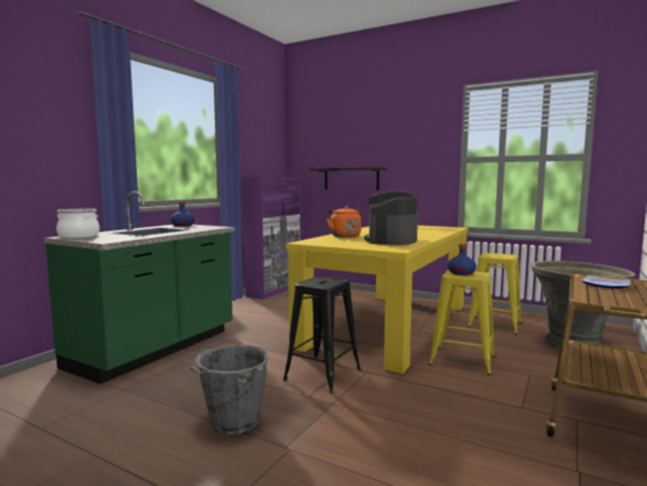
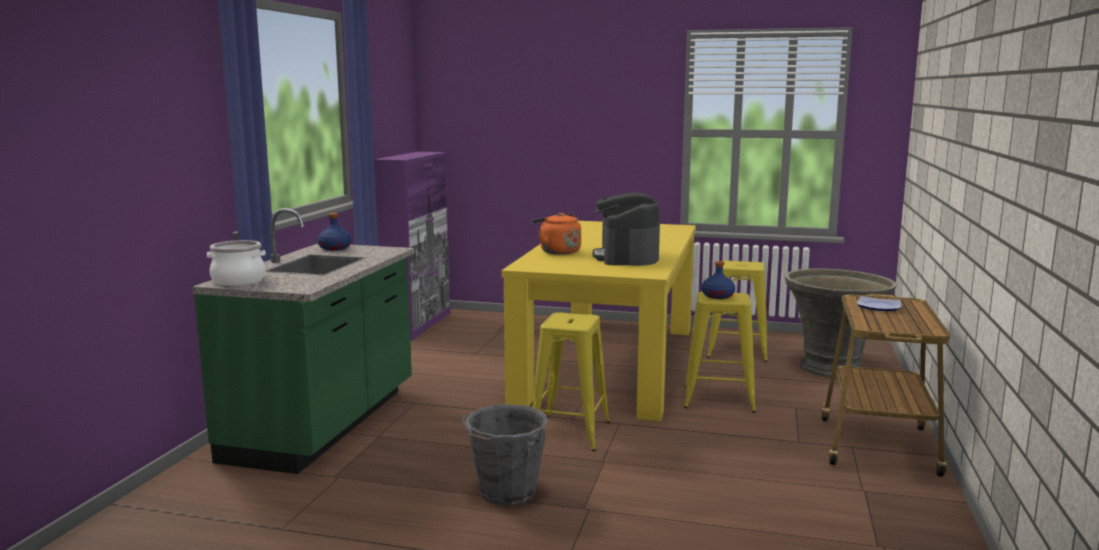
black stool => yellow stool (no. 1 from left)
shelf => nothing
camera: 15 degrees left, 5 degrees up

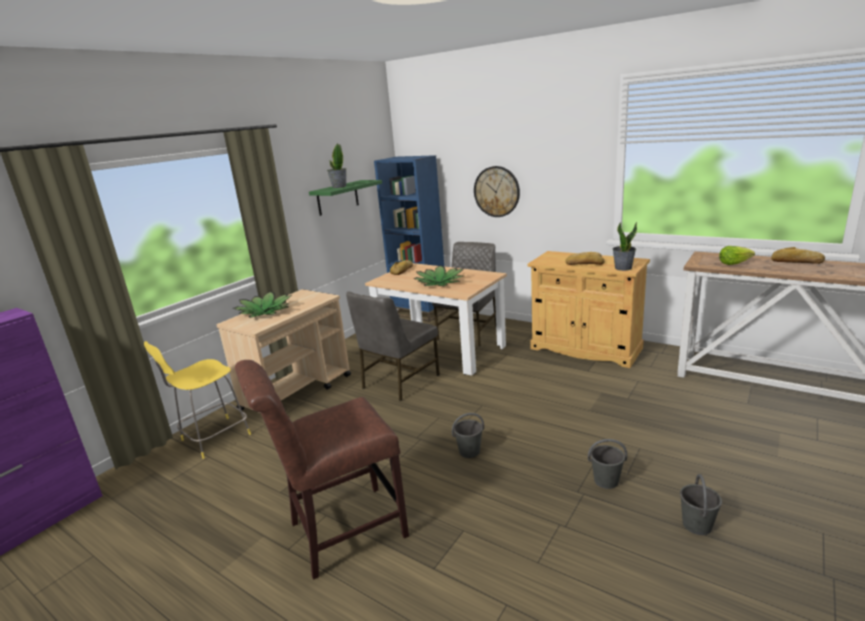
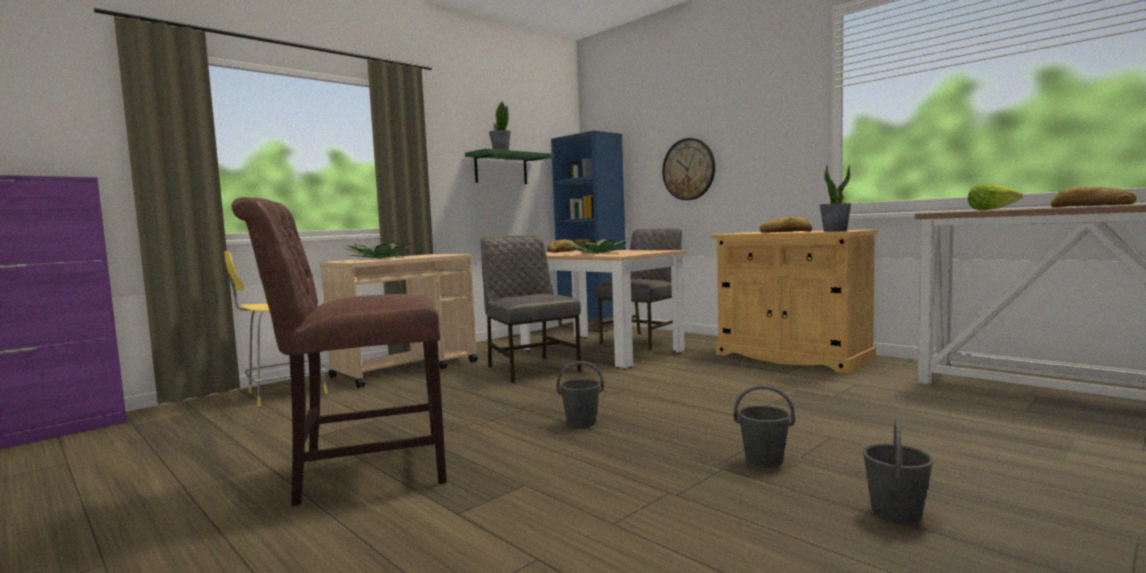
grey chair (no. 1 from left), 105 degrees clockwise
camera: 10 degrees right, 15 degrees down

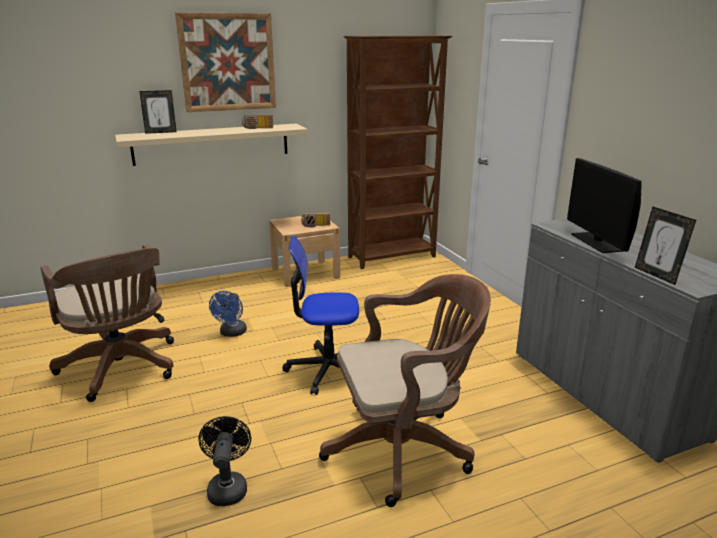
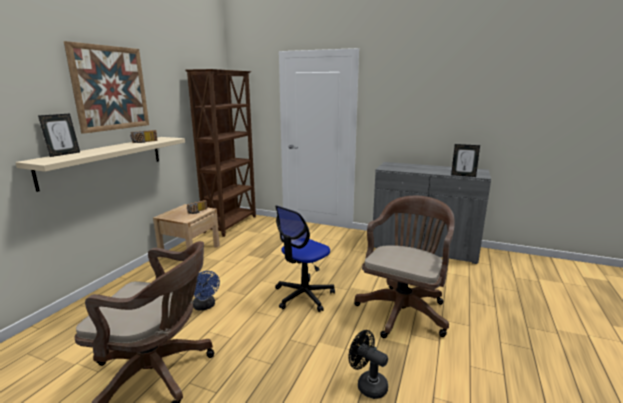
monitor => nothing
camera: 45 degrees left, 5 degrees down

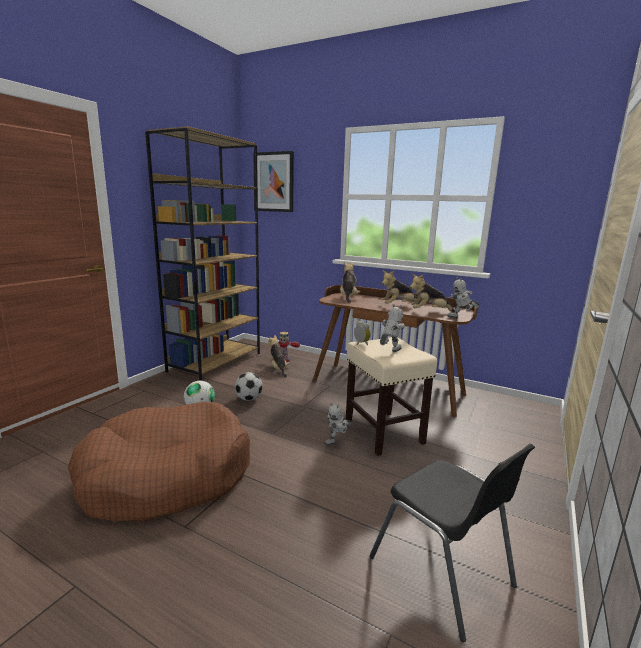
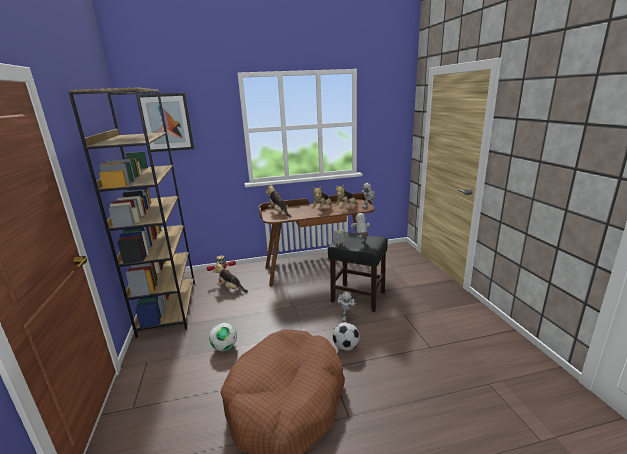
football (no. 2 from left), shifted
beige stool => black stool
black chair => nothing
camera: 40 degrees left, 5 degrees up

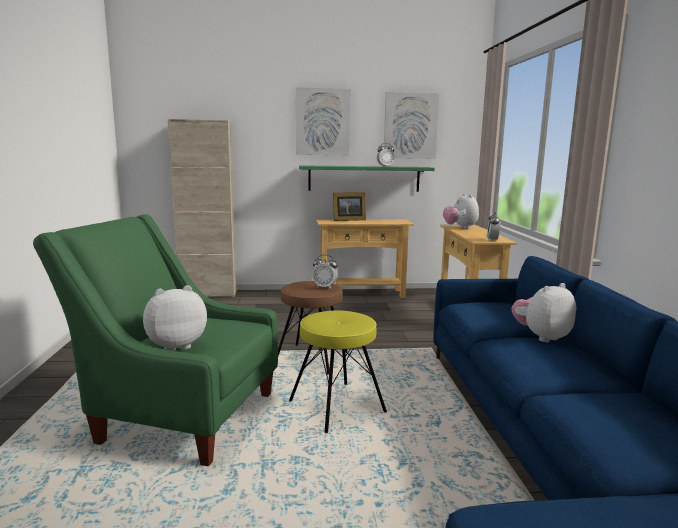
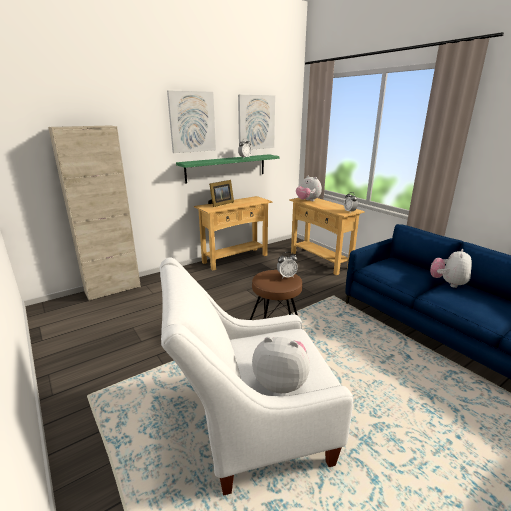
green armchair => white armchair
plush toy (no. 1 from left), 75 degrees clockwise
yellow stool => nothing
camera: 30 degrees left, 10 degrees up

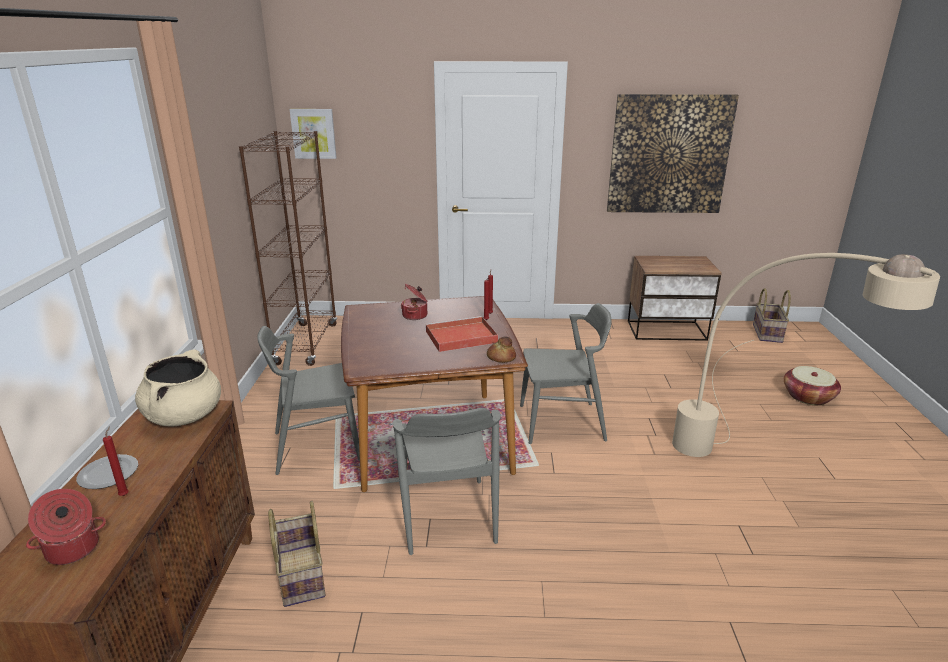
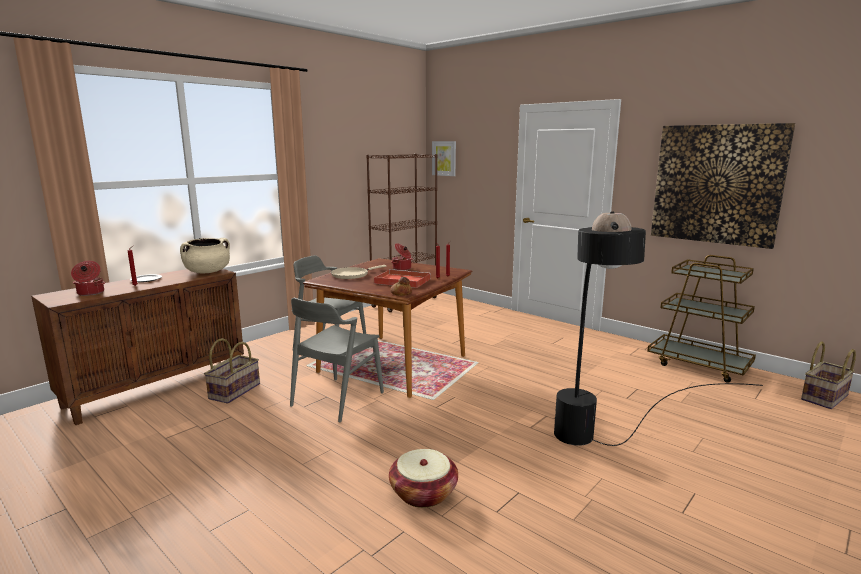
grey chair (no. 3 from left) => nothing
nightstand => brown cart
beige floor lamp => black floor lamp
basket (no. 3 from left in the first image) => basket (no. 2 from left), shifted
nothing => beige frying pan
camera: 40 degrees right, 10 degrees down

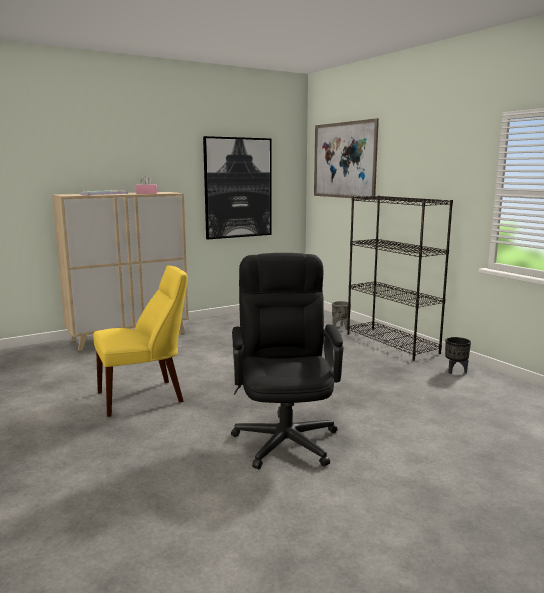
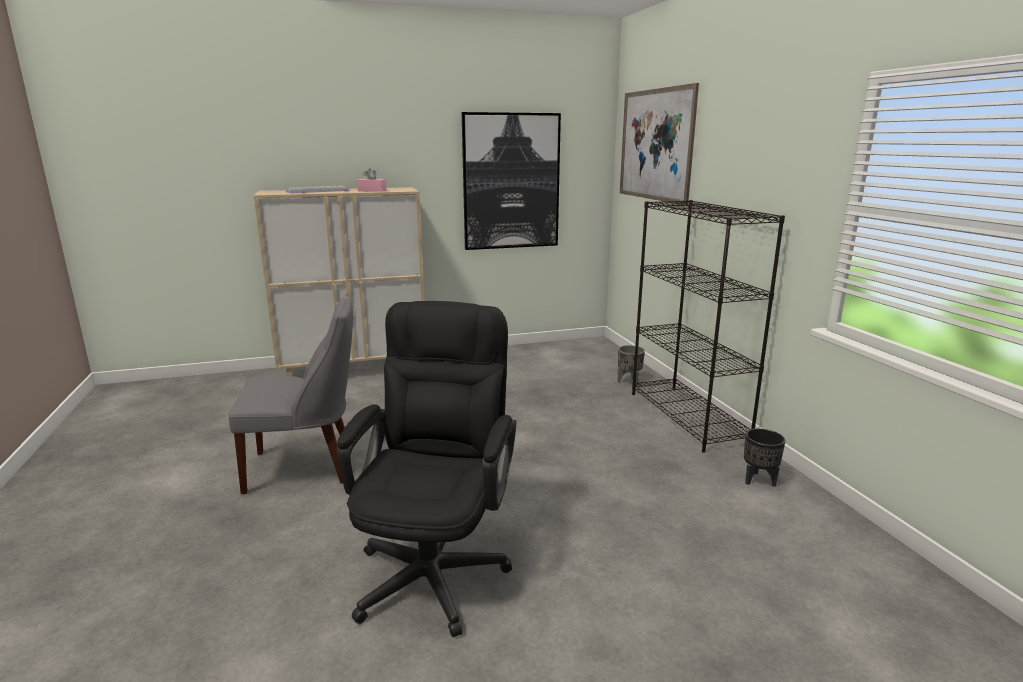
yellow chair => grey chair
camera: 15 degrees right, 5 degrees up

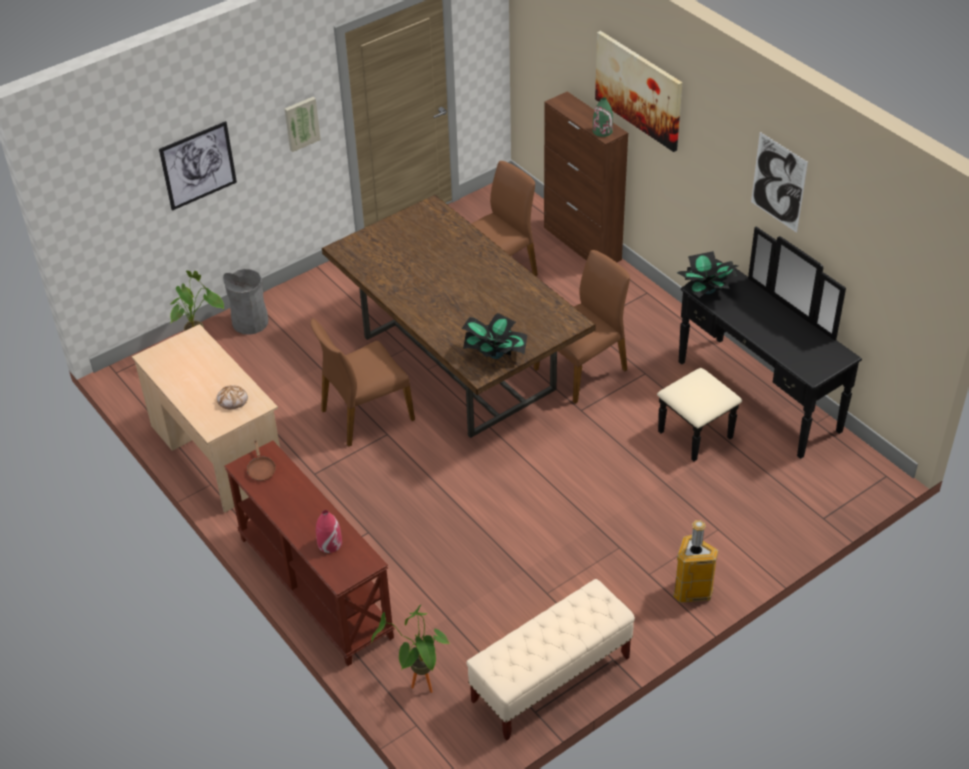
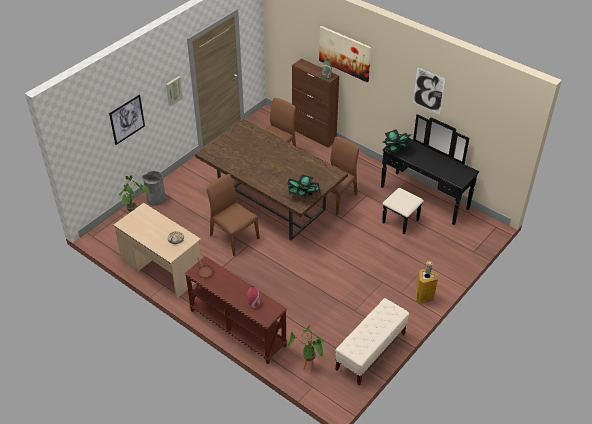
brown chair (no. 1 from left), 90 degrees clockwise
camera: 15 degrees left, 0 degrees up

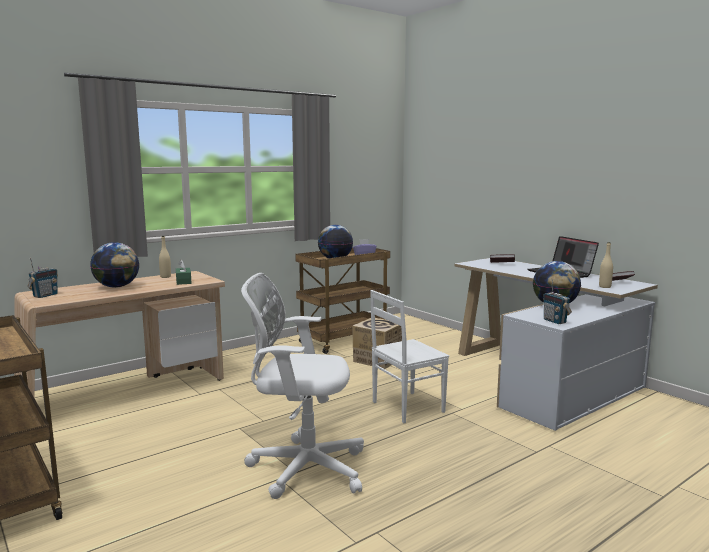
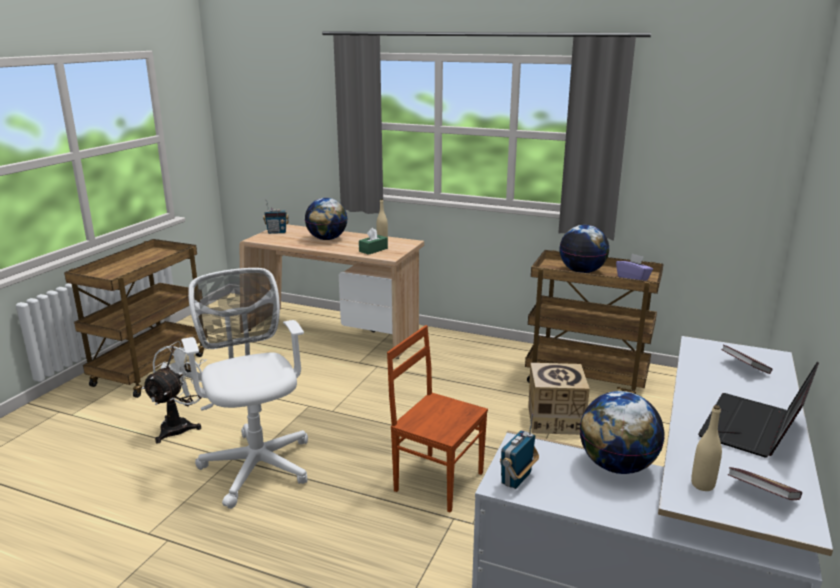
white chair => brown chair
nothing => white fan
camera: 60 degrees right, 10 degrees up

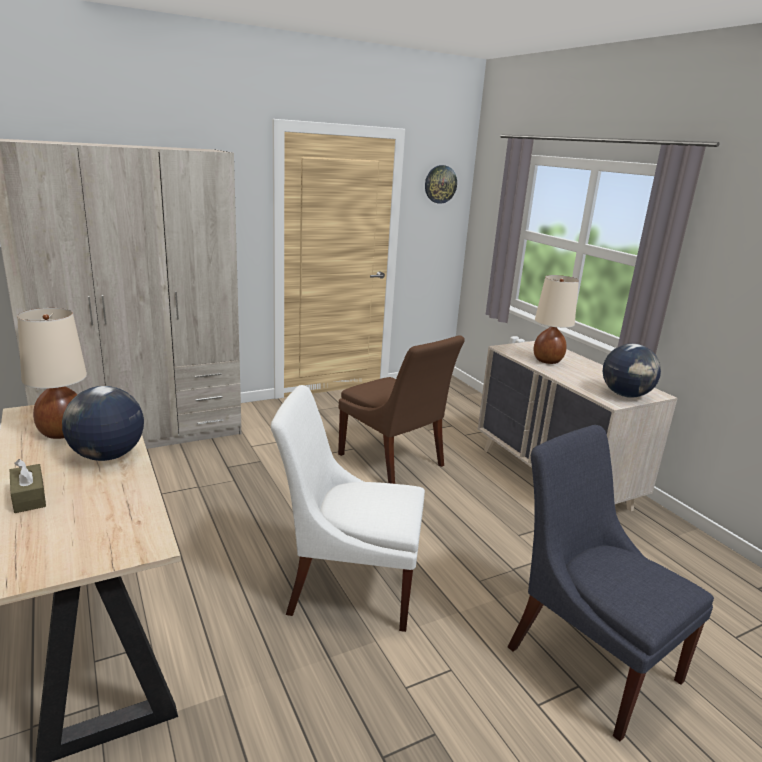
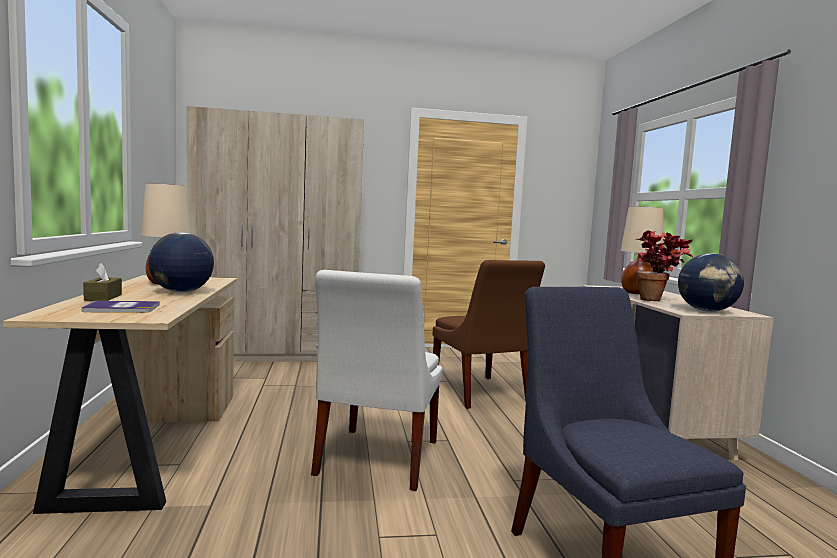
white chair, 105 degrees counterclockwise
wall clock => nothing
nothing => book
nothing => potted plant
camera: 20 degrees right, 15 degrees down

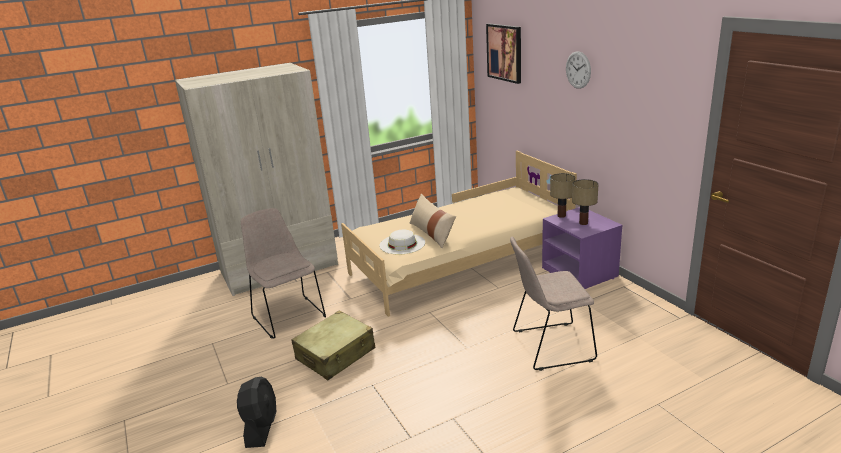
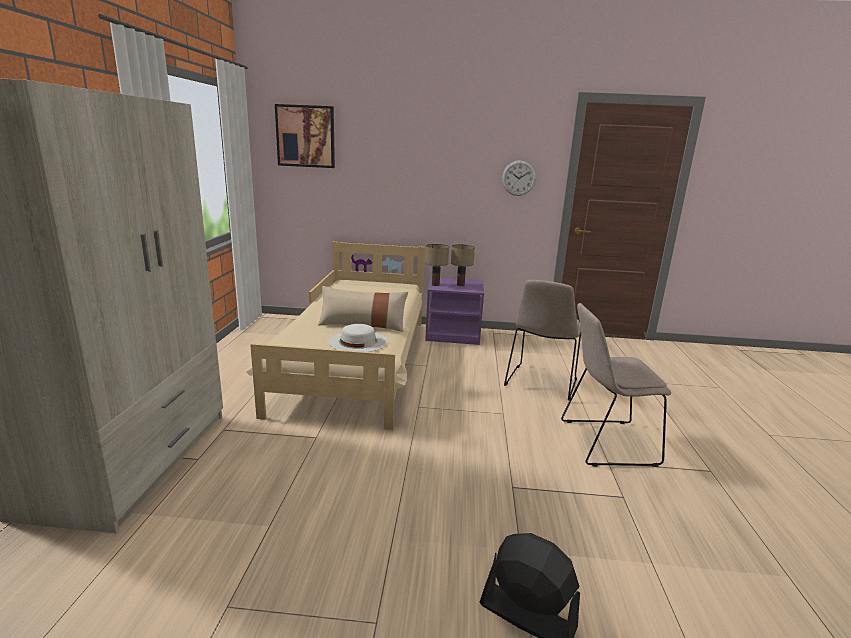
beige chair (no. 1 from left in the first image) => beige chair (no. 2 from left), shifted
beige suitcase => nothing
wall clock, shifted
camera: 60 degrees left, 5 degrees down

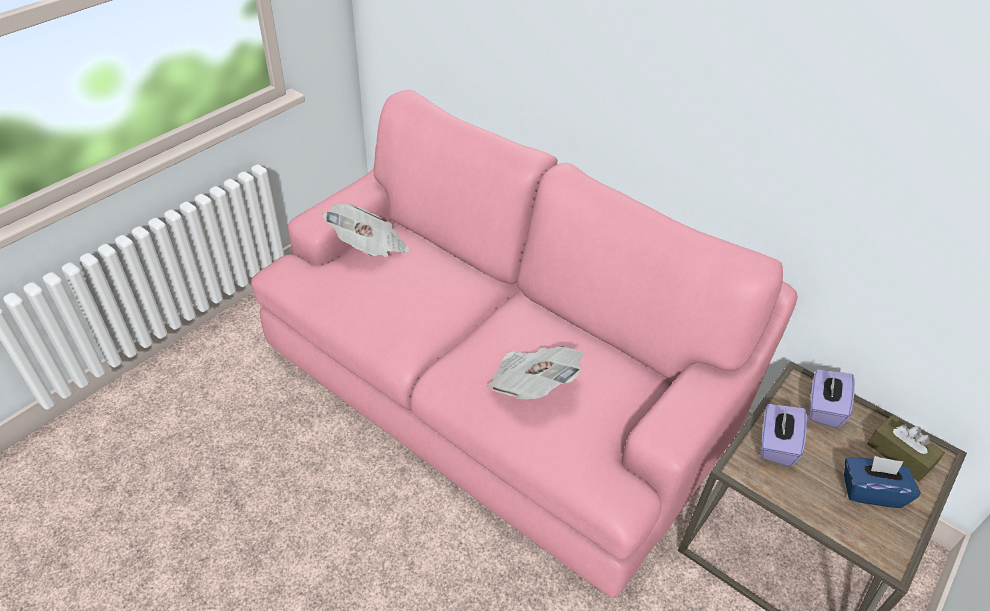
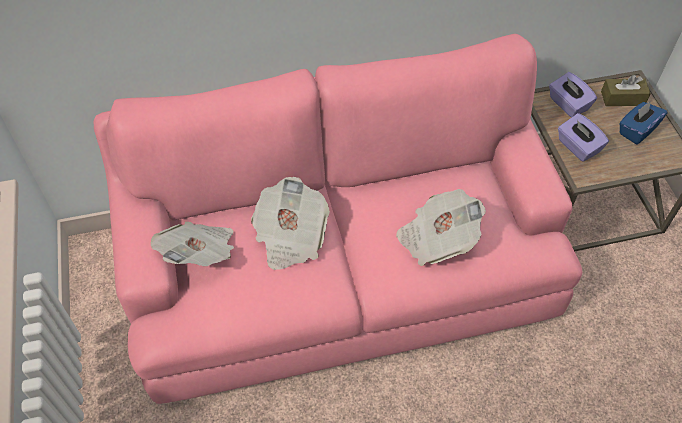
nothing => newspaper (no. 2 from left)
camera: 50 degrees left, 10 degrees up

